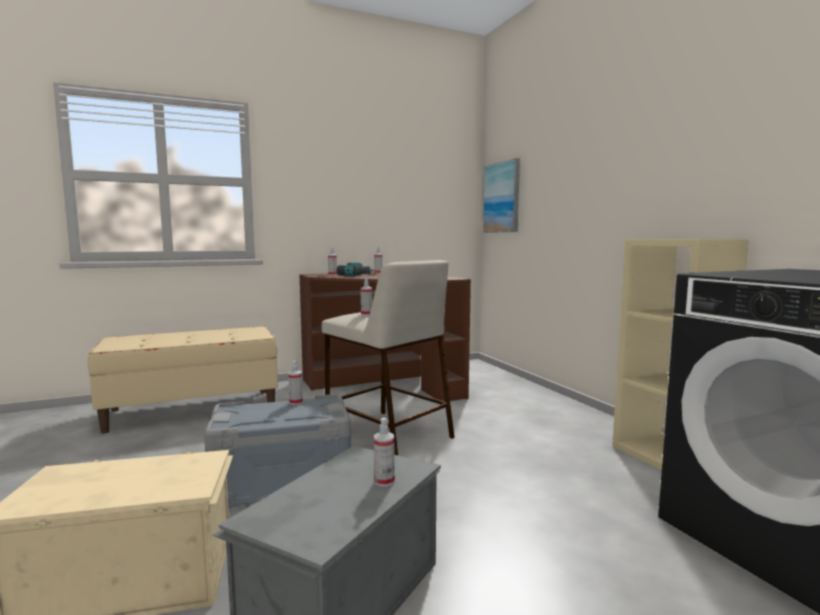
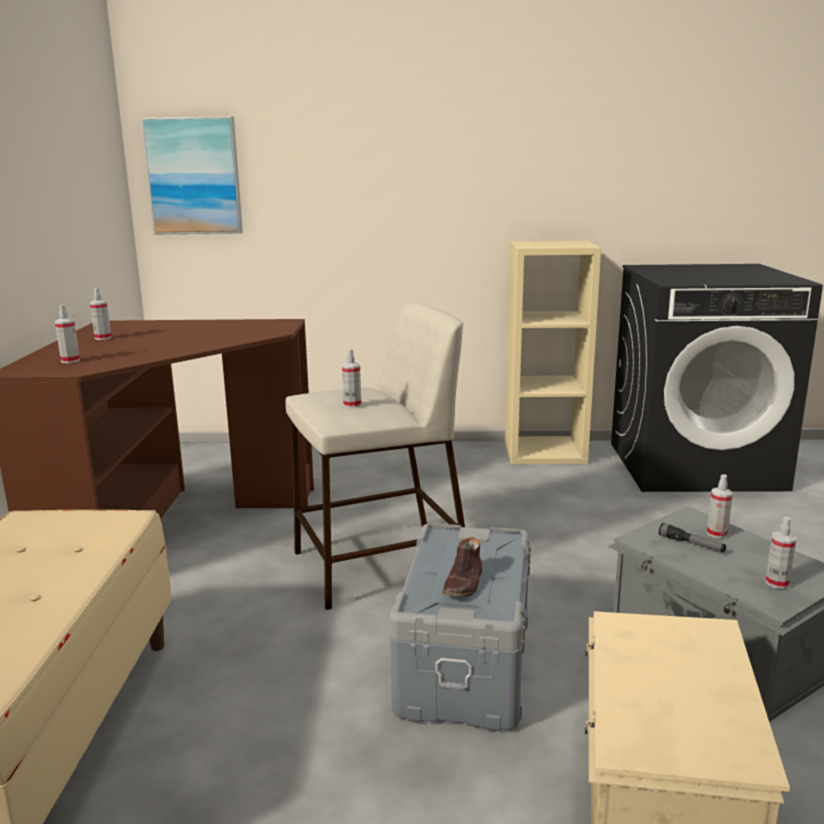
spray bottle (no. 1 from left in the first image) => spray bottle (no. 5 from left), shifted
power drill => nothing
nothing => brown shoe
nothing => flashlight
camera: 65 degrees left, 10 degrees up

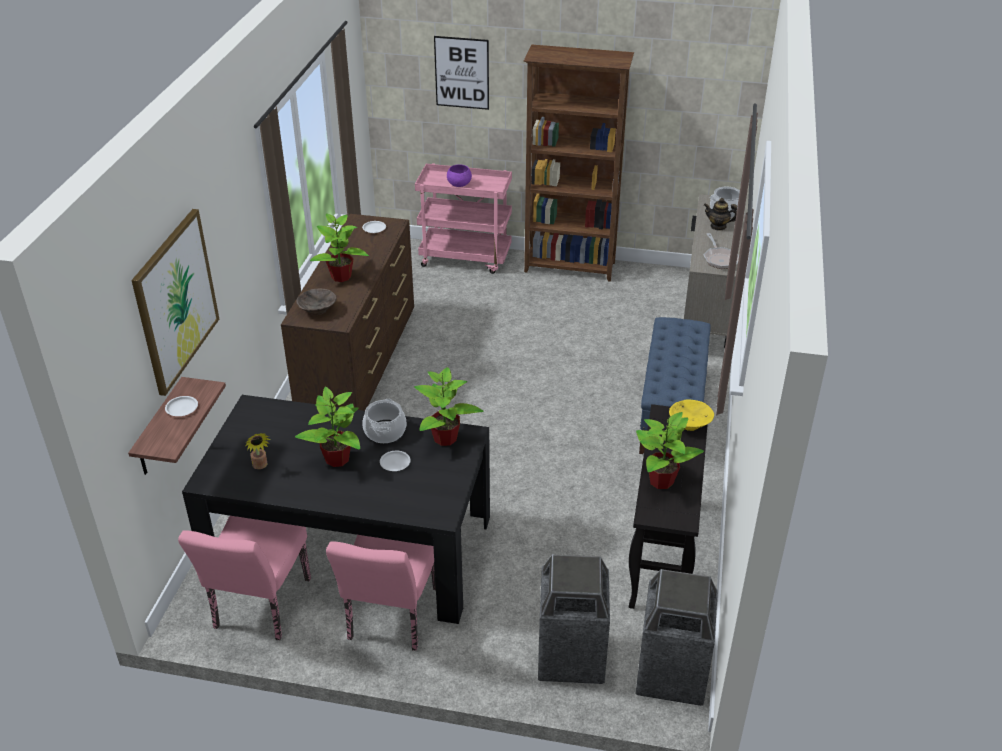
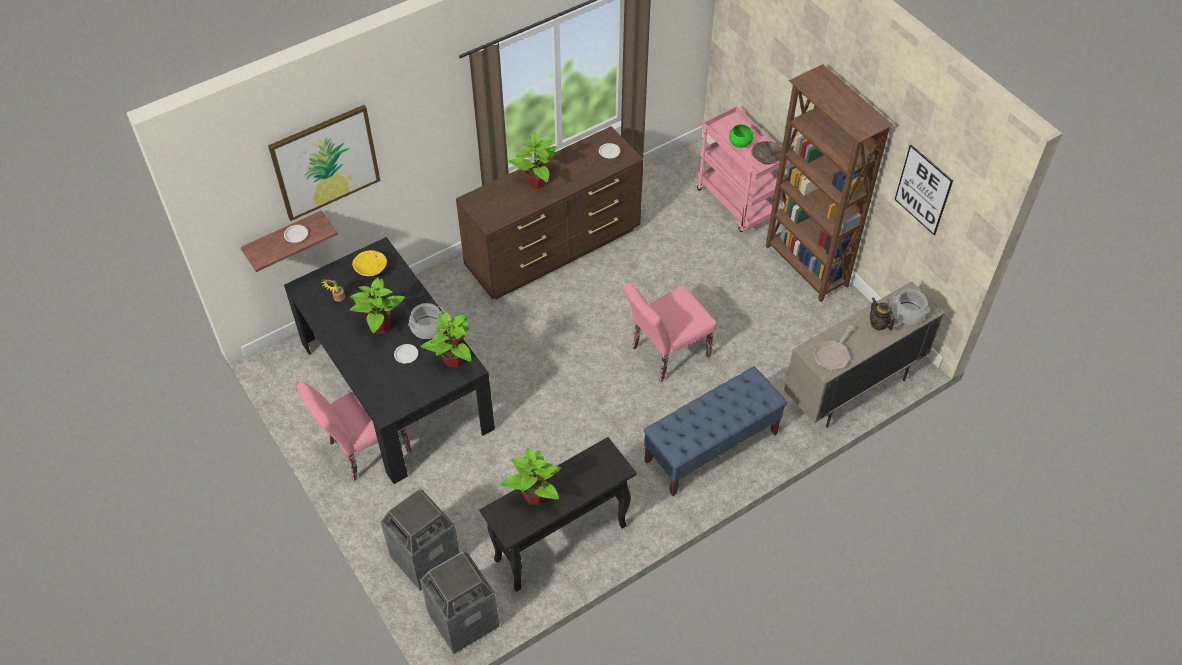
pink chair (no. 1 from left in the first image) => pink chair (no. 2 from left), shifted
brown bowl, shifted
picture (no. 2 from left), shifted
purple bowl => green bowl
yellow bowl, shifted
camera: 45 degrees right, 15 degrees up

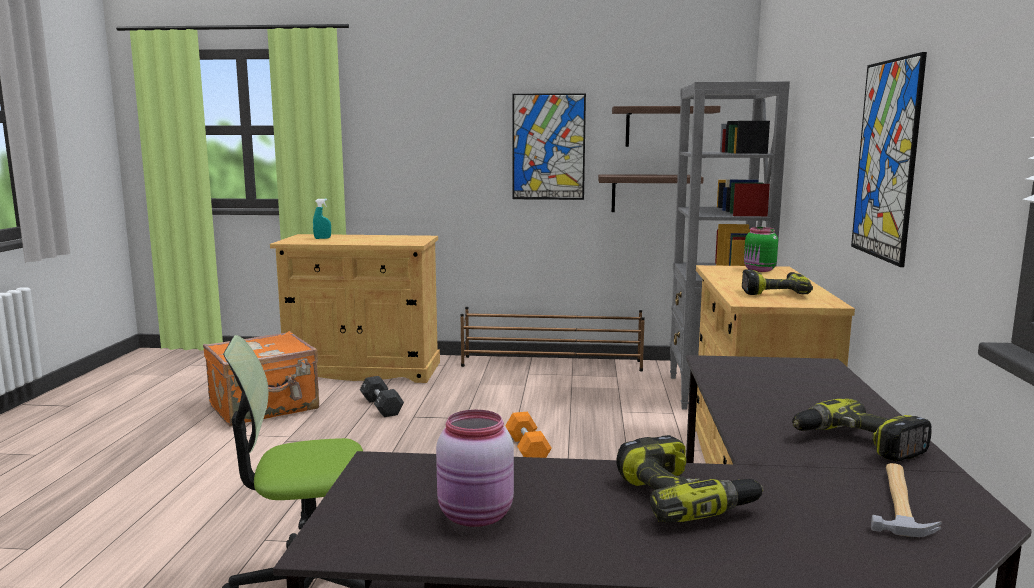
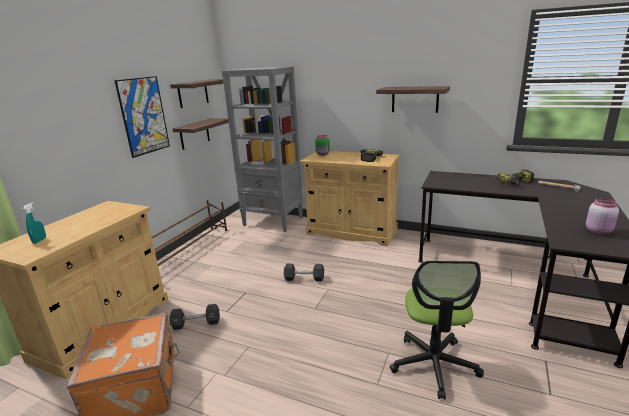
orange dumbbell => black dumbbell (no. 2 from left)
power drill (no. 1 from left) => nothing
picture (no. 2 from left) => shelf (no. 3 from left)
camera: 70 degrees left, 10 degrees up

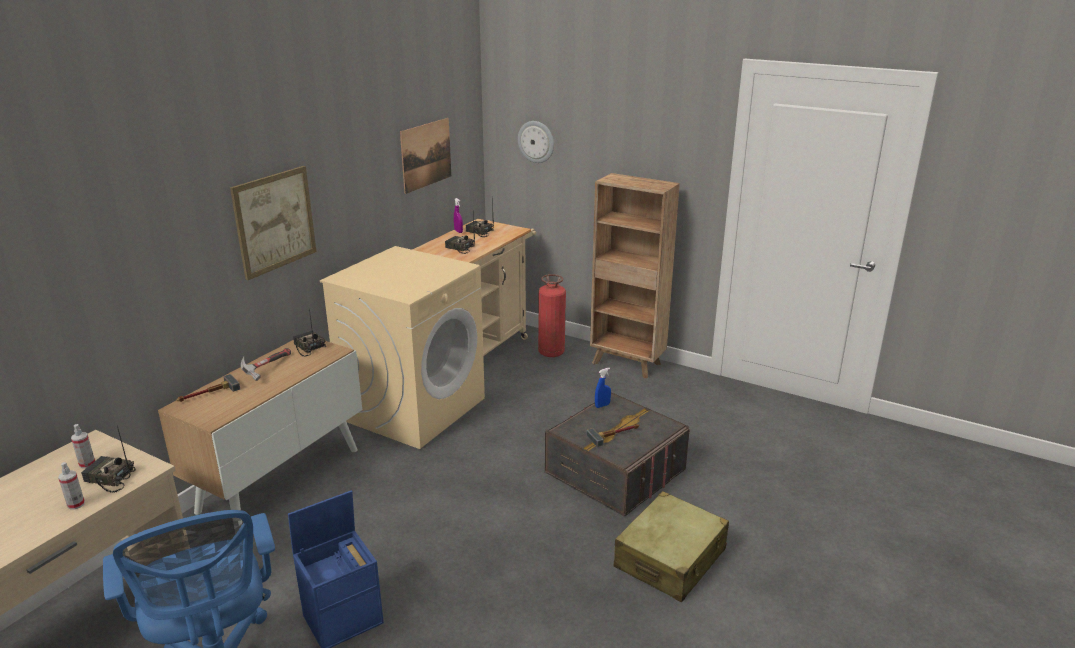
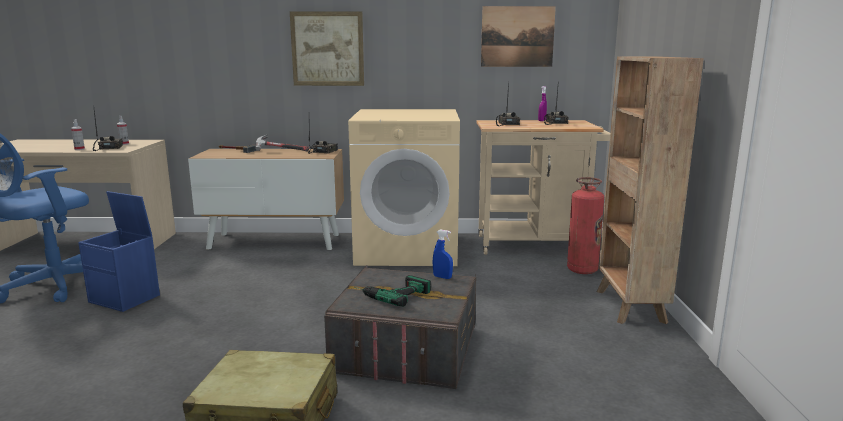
wall clock => nothing
hammer (no. 3 from left) => power drill
camera: 60 degrees right, 10 degrees down

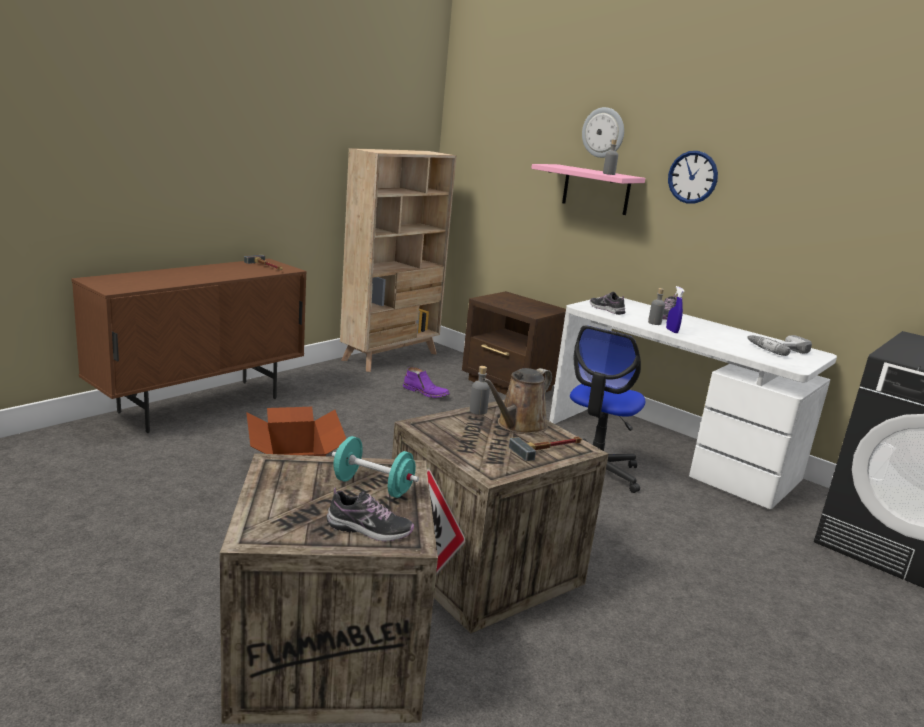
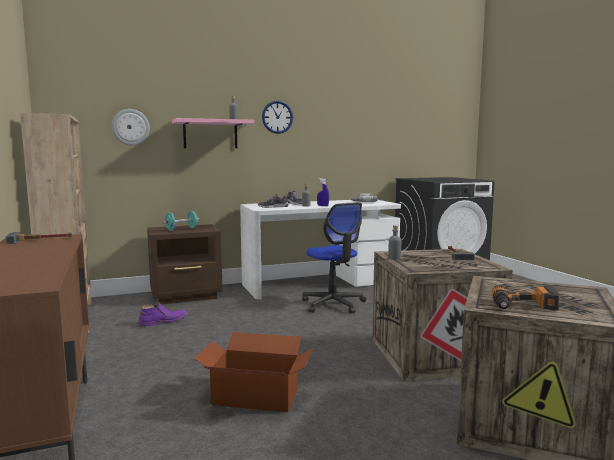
shoe (no. 1 from left) => nothing
turquoise dumbbell, shifted
brown watering can => nothing
wall clock (no. 1 from left), shifted
nothing => power drill (no. 2 from left)
camera: 60 degrees left, 10 degrees down

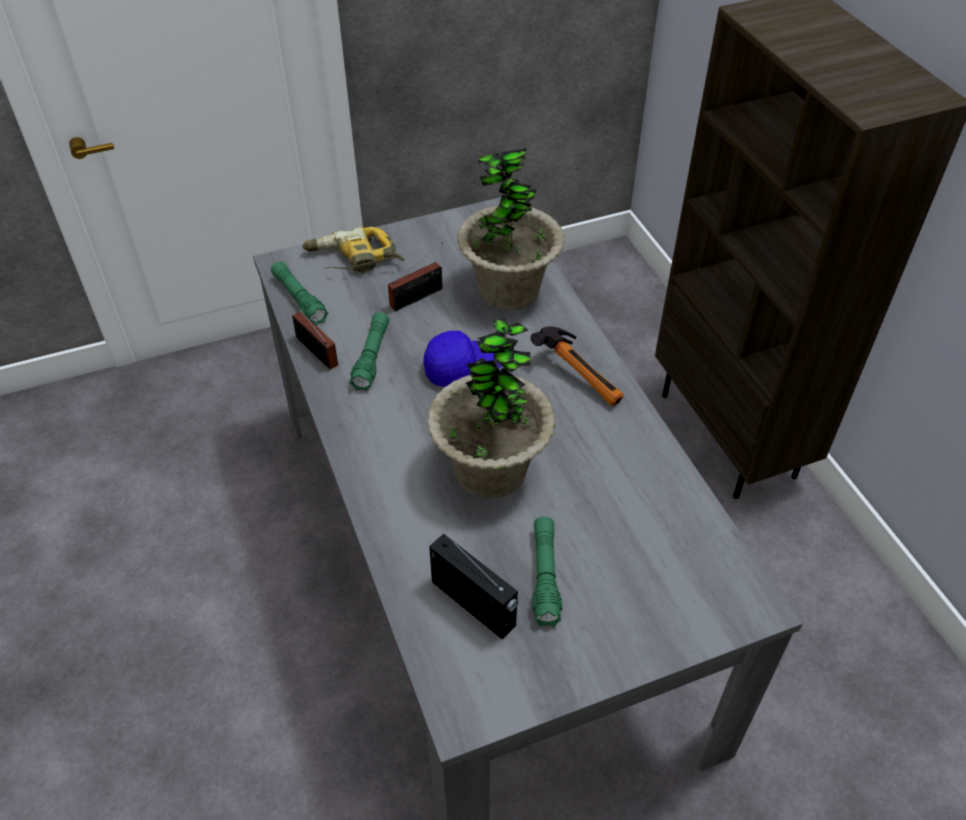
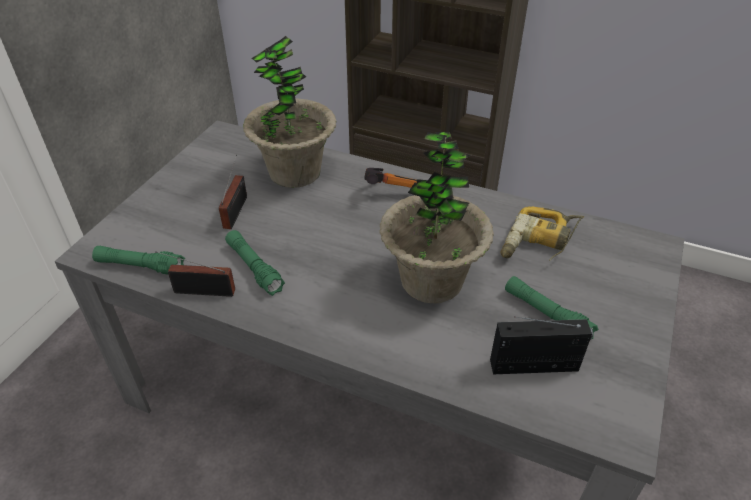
power drill, shifted
blue cap => nothing
camera: 45 degrees left, 5 degrees down

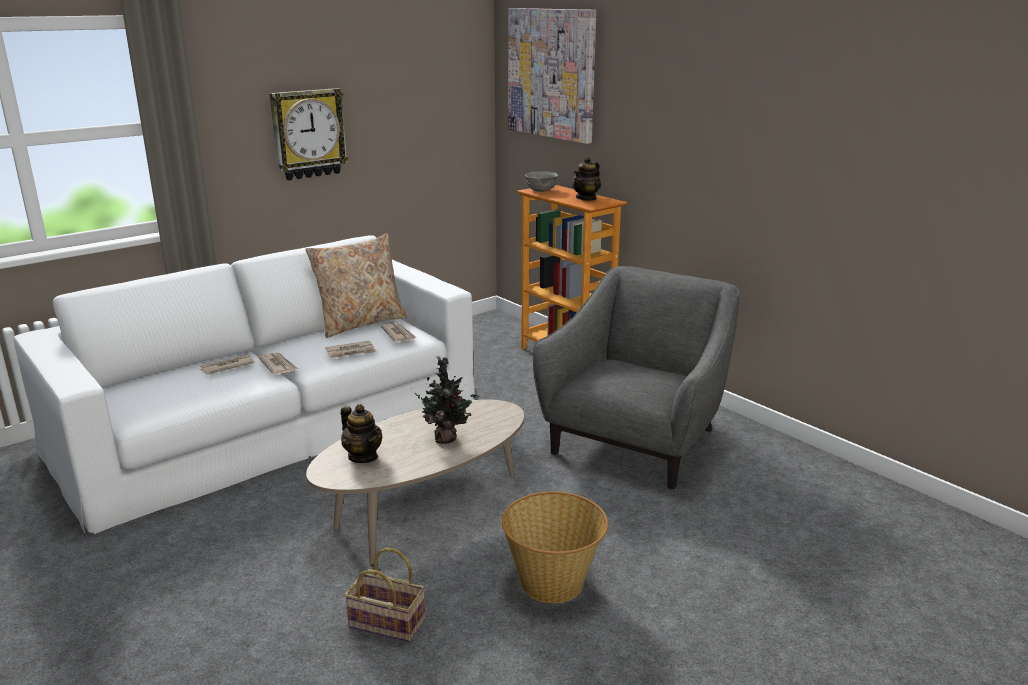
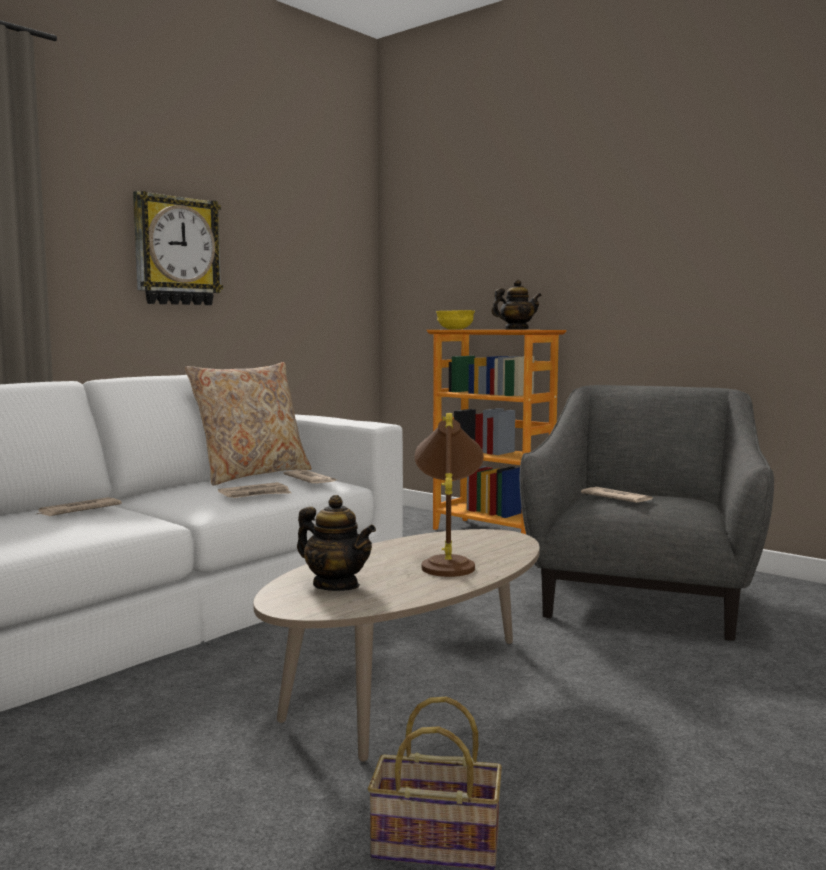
newspaper (no. 2 from left in the first image) => newspaper (no. 4 from left), shifted
potted plant => brown table lamp
basket (no. 2 from left) => nothing
picture => nothing
grey bowl => yellow bowl
teapot (no. 2 from left), 135 degrees counterclockwise
camera: 10 degrees left, 15 degrees down

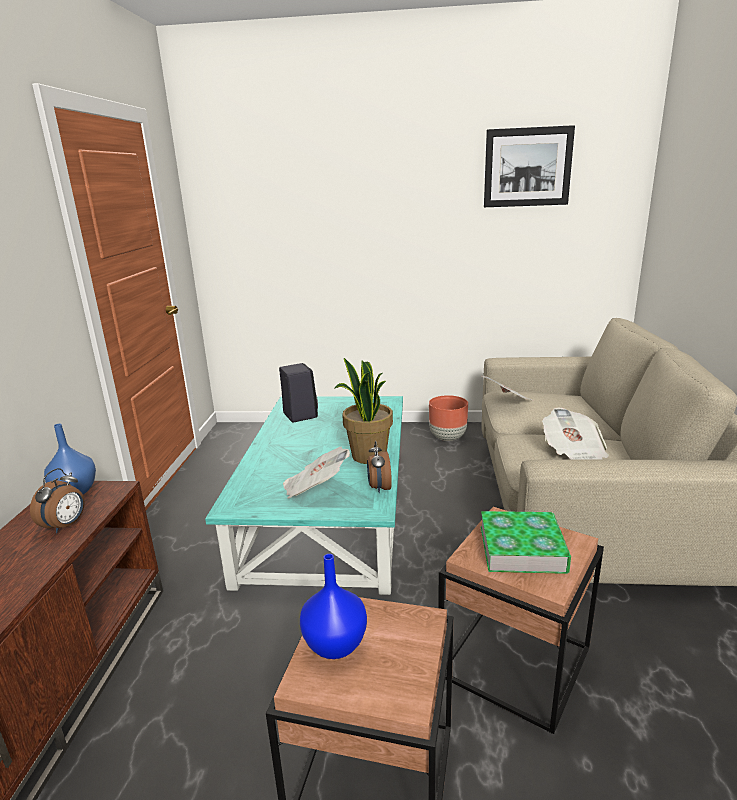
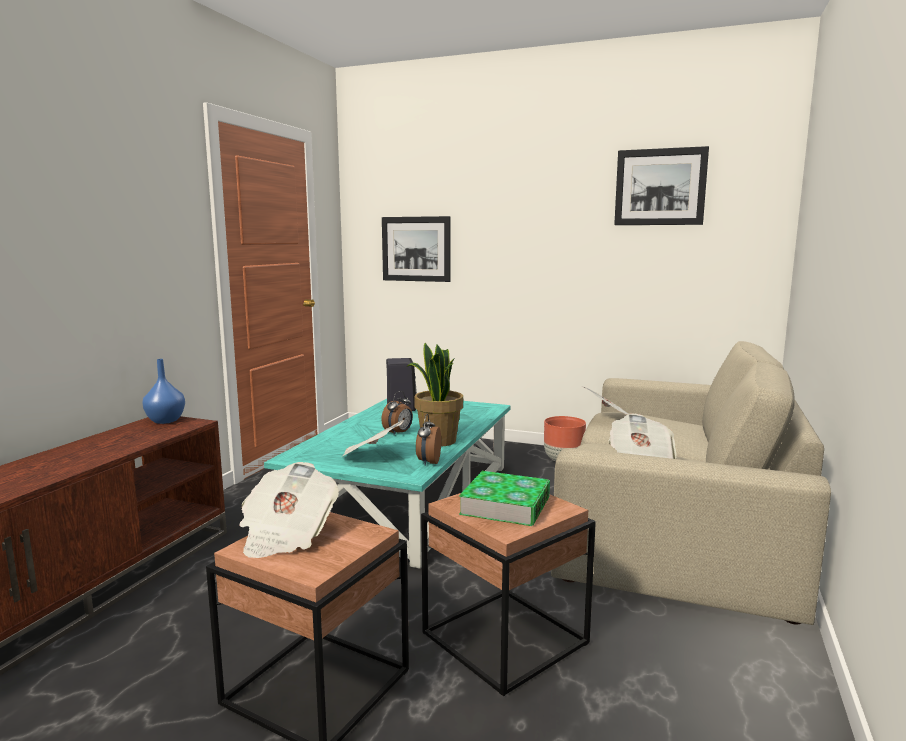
alarm clock (no. 1 from left), shifted
blue vase (no. 2 from left) => newspaper (no. 1 from left)
nothing => picture (no. 1 from left)
camera: 15 degrees right, 10 degrees down

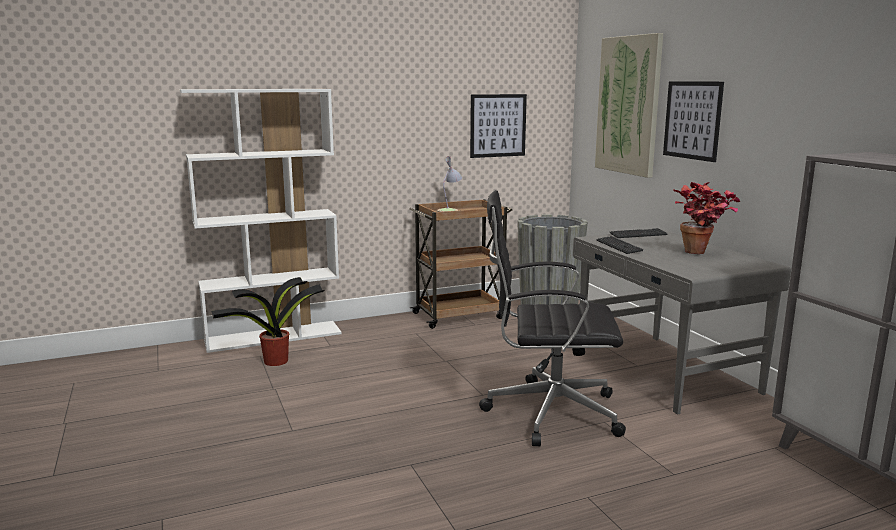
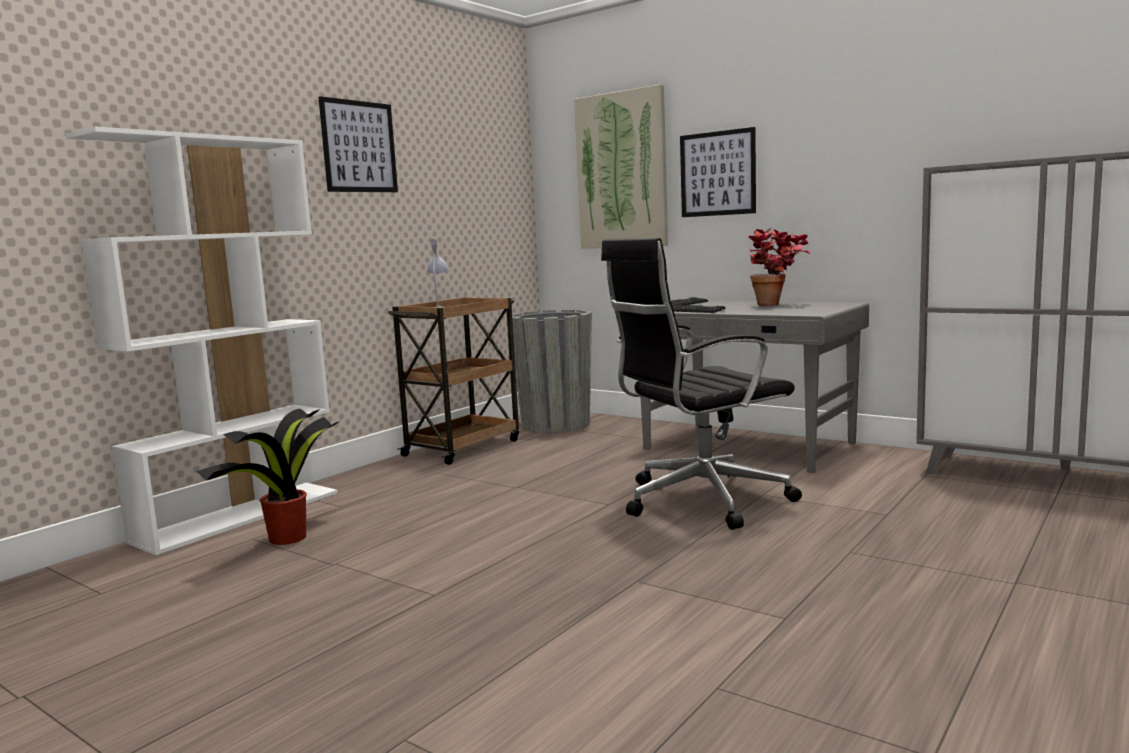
picture (no. 1 from left), shifted
camera: 30 degrees left, 5 degrees down

